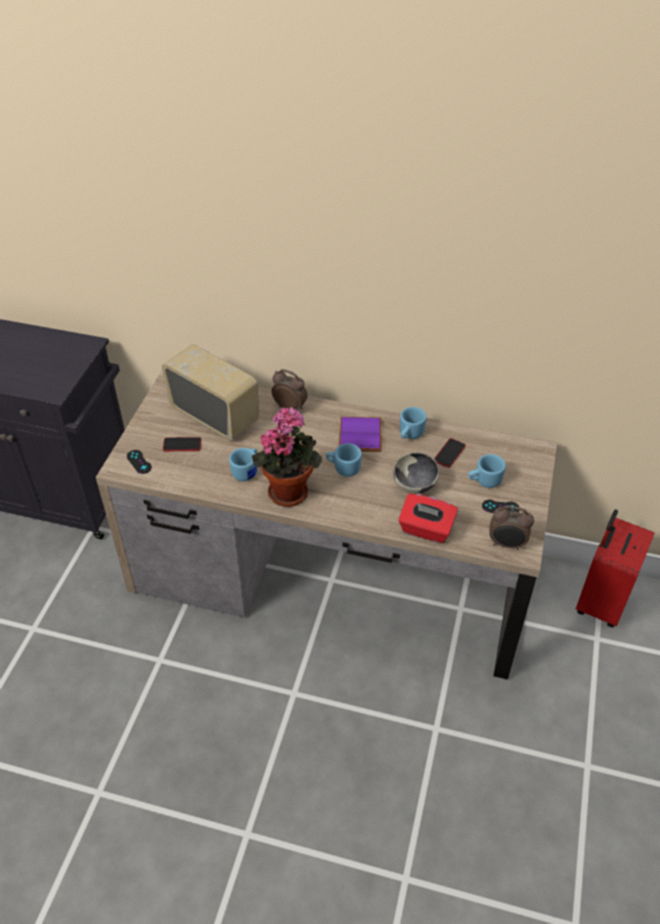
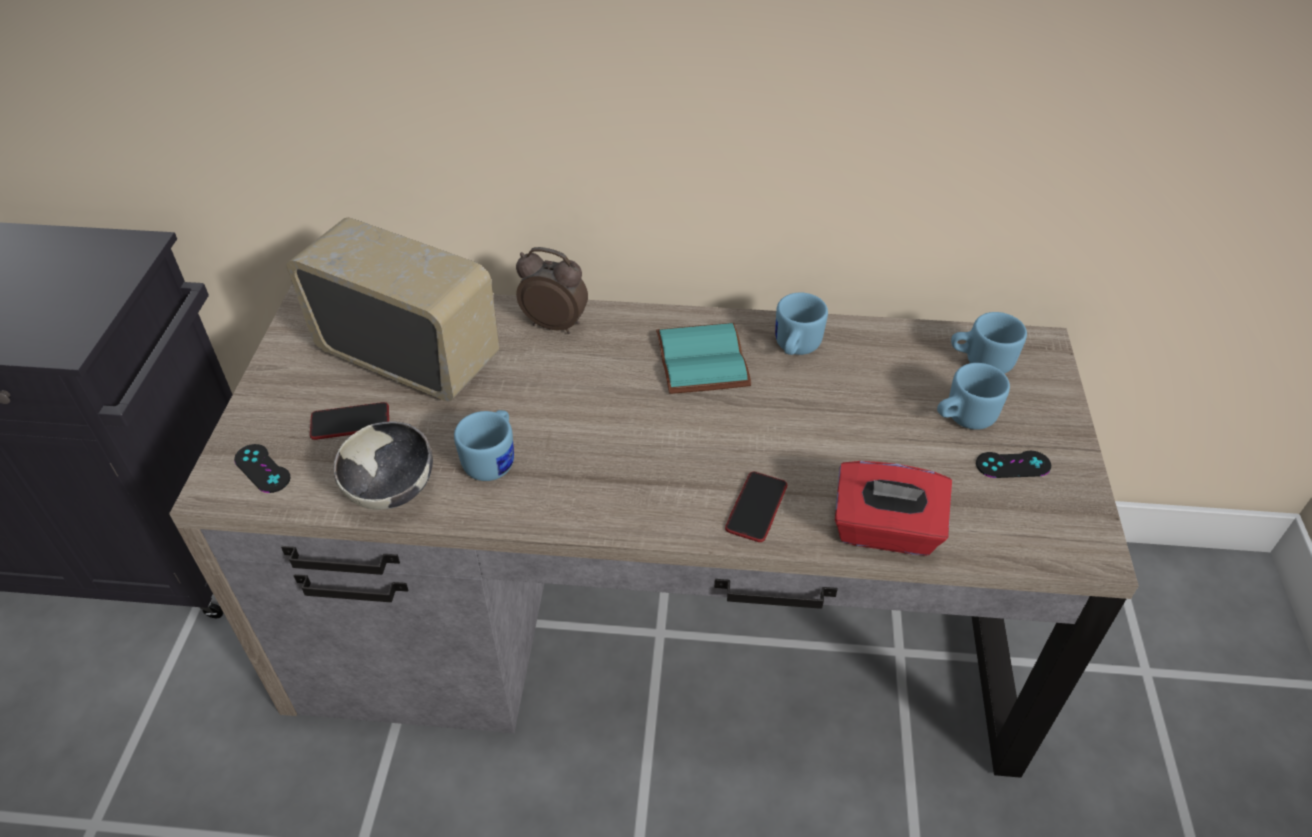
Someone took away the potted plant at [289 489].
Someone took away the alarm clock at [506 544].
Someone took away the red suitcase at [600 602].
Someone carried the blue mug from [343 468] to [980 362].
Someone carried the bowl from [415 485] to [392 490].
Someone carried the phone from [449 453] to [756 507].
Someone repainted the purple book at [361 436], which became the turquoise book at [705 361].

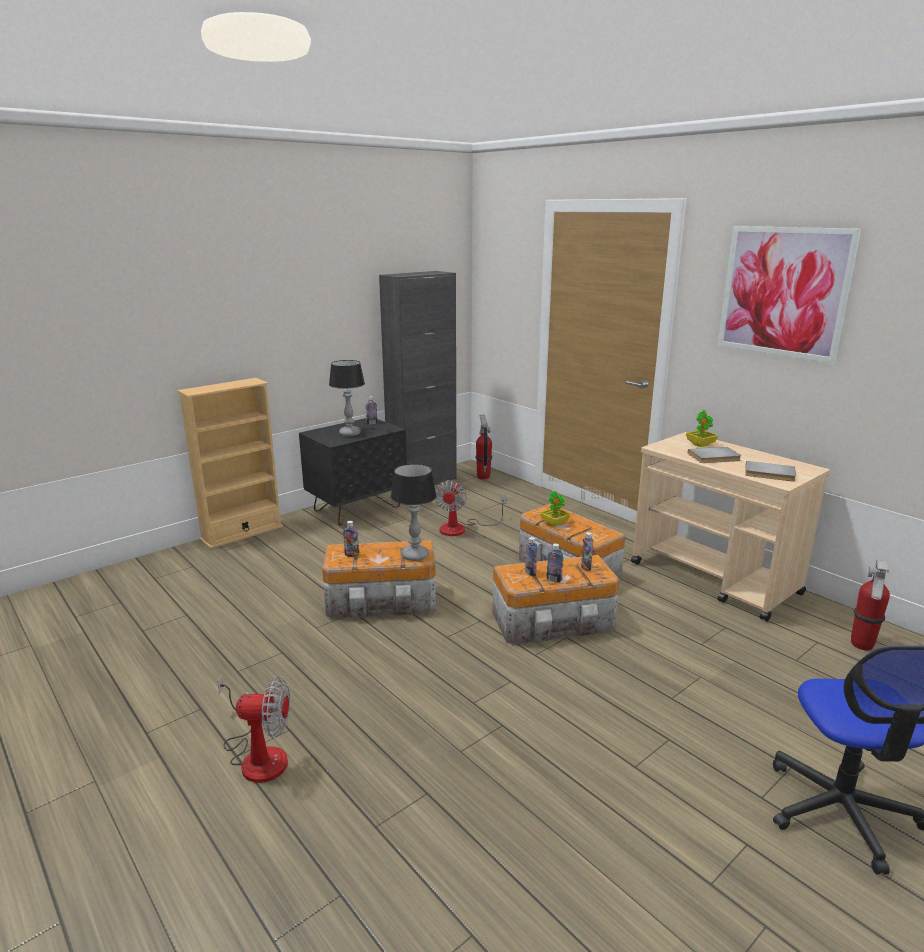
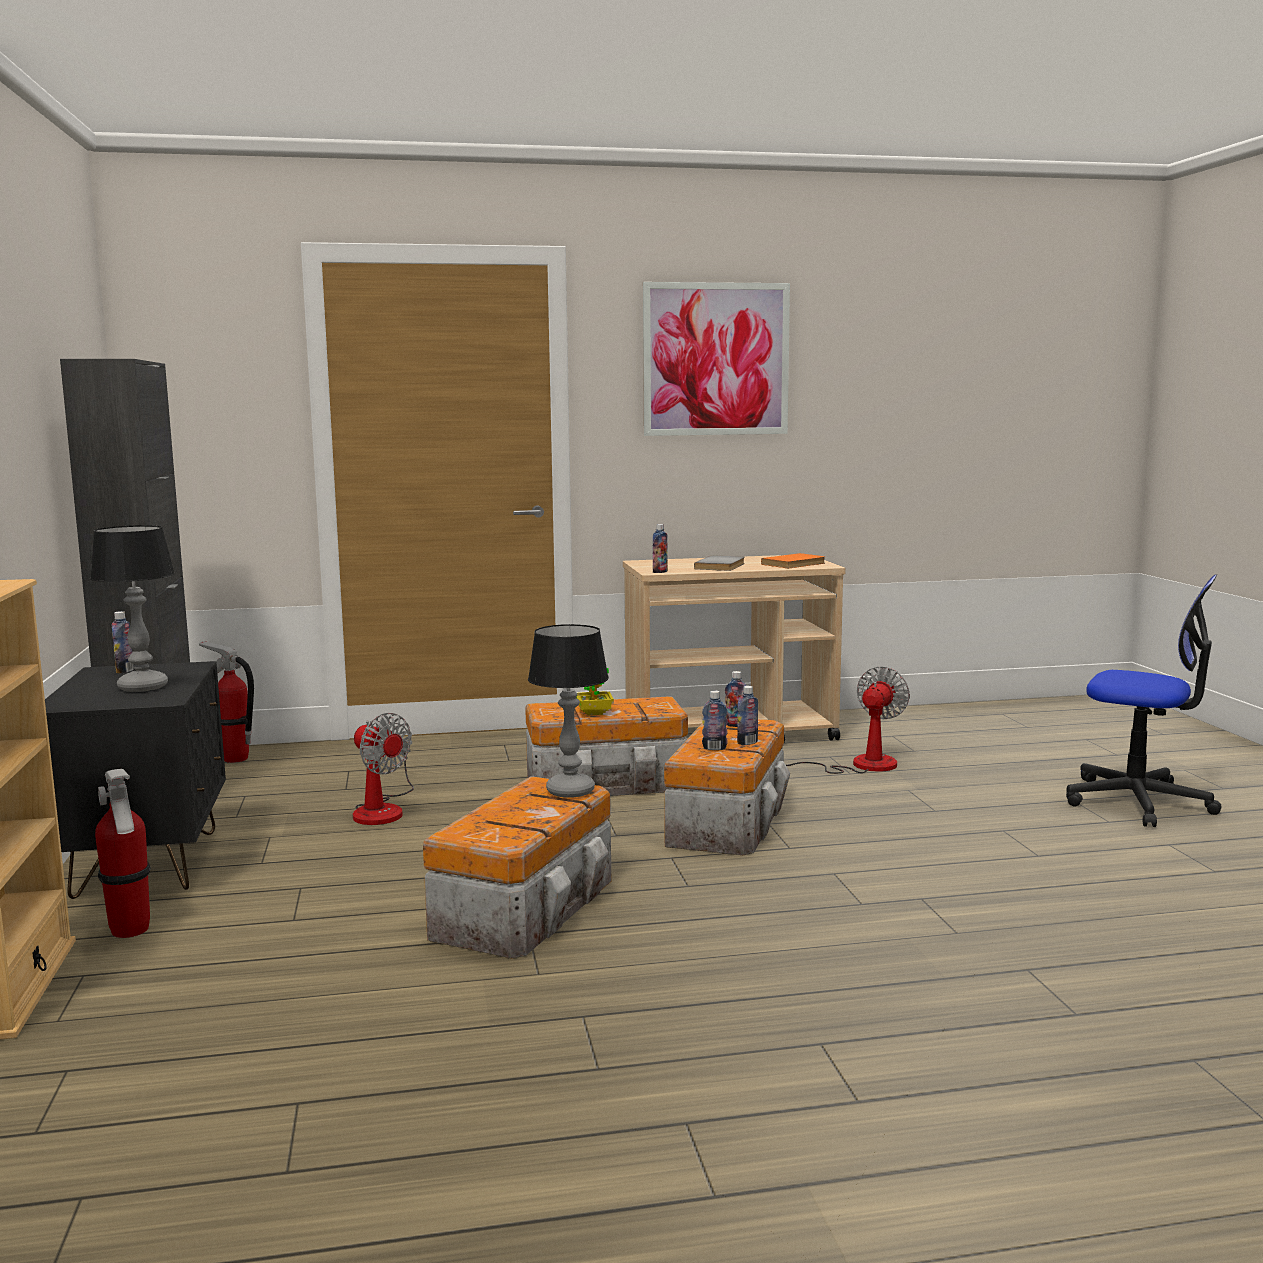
Someone took away the potted plant at [700 445].
Someone carried the fan from [258 755] to [858 765].
Someone carried the bottle from [352 555] to [660 572].
Someone carried the fire extinguisher from [861 645] to [130 931].
Someone repainted the grey book at [769 474], which became the orange book at [795 564].

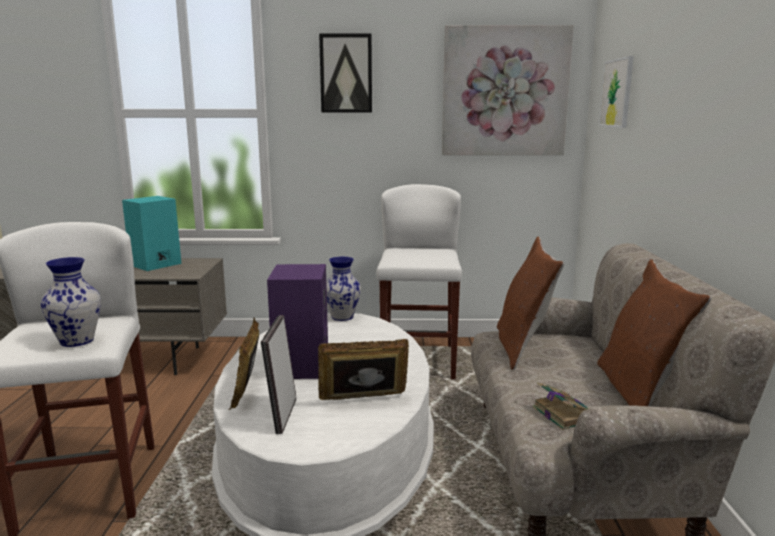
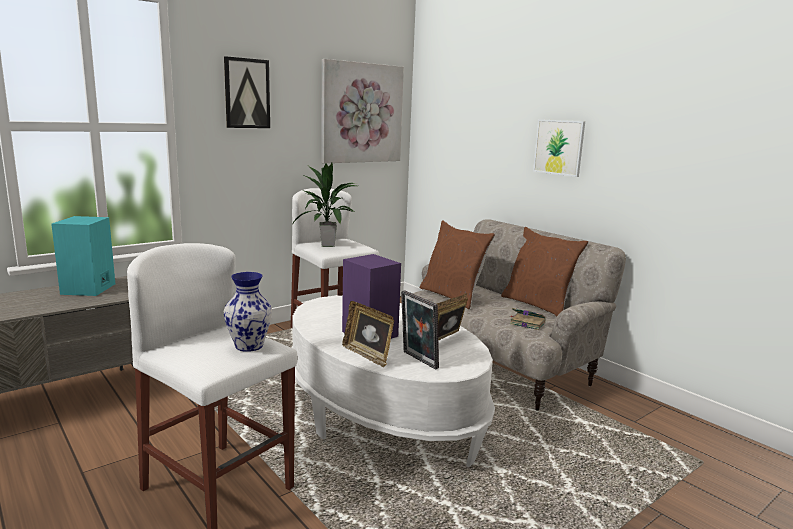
Someone took away the vase at [342 317].
Someone put down the potted plant at [328 245].
Someone carried the picture from [617 93] to [559 147].

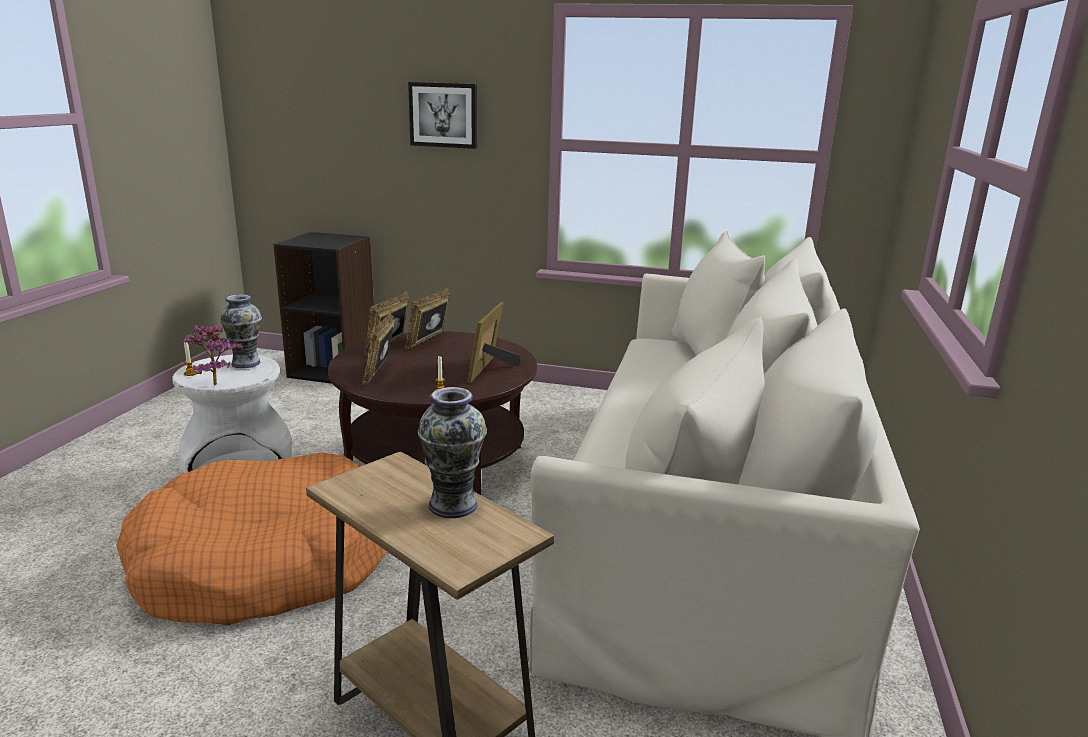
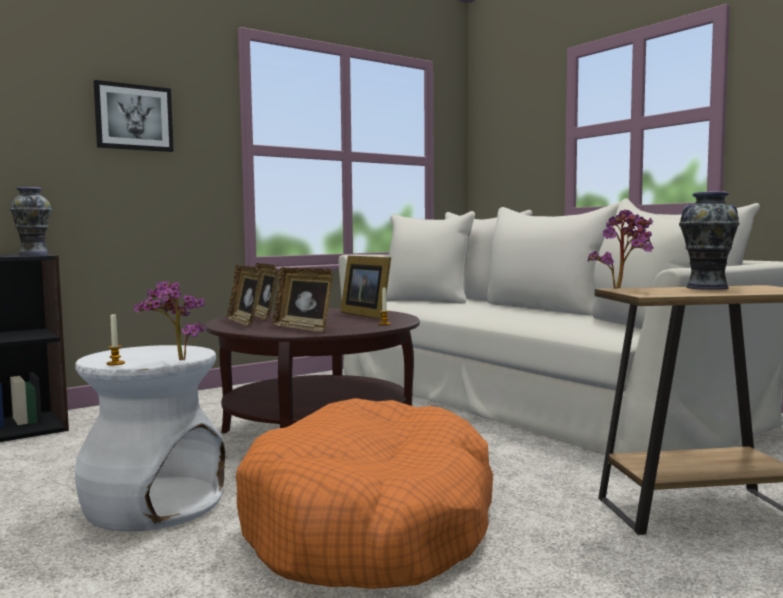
Someone put down the potted plant at [622 288].
Someone carried the vase from [245 363] to [33 254].

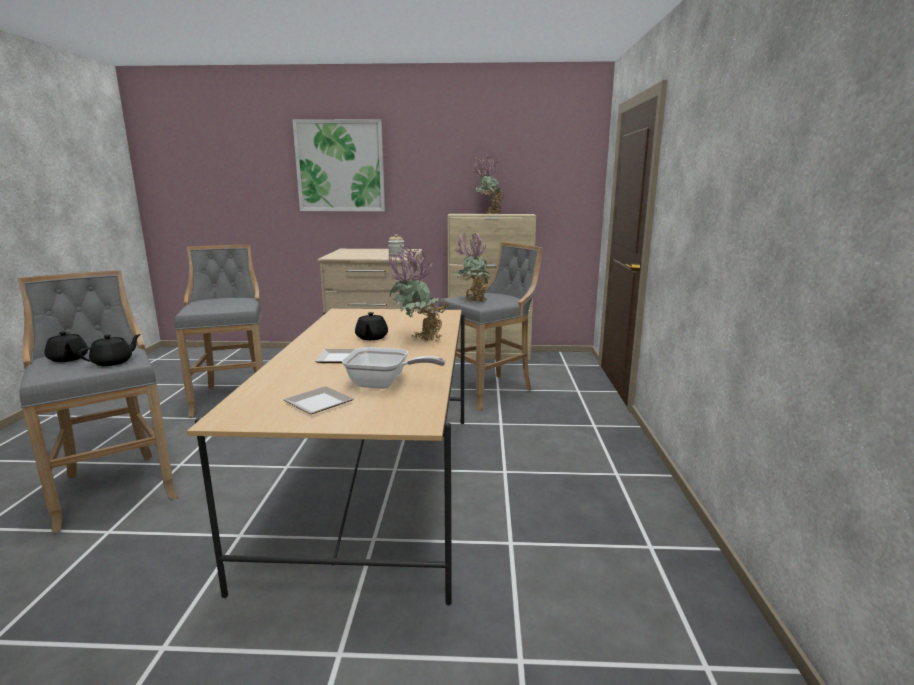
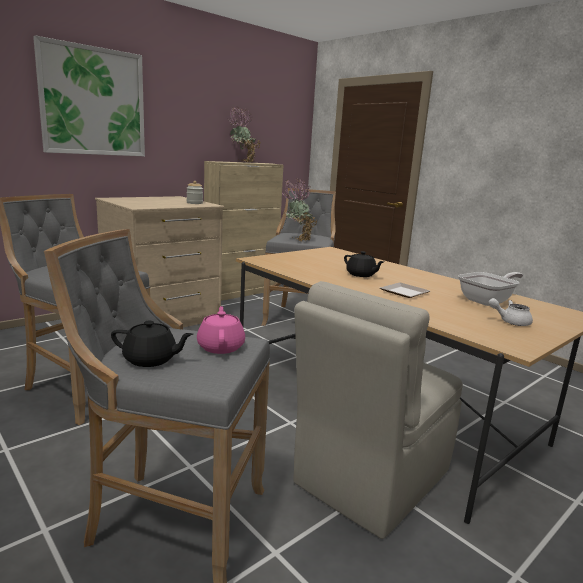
Someone took away the potted plant at [418 341].
Someone put down the beige chair at [369 478].
Someone swapped the plate at [316 403] for the white teapot at [510 321].
Someone repainted the black teapot at [113 362], which became the pink teapot at [221 346].

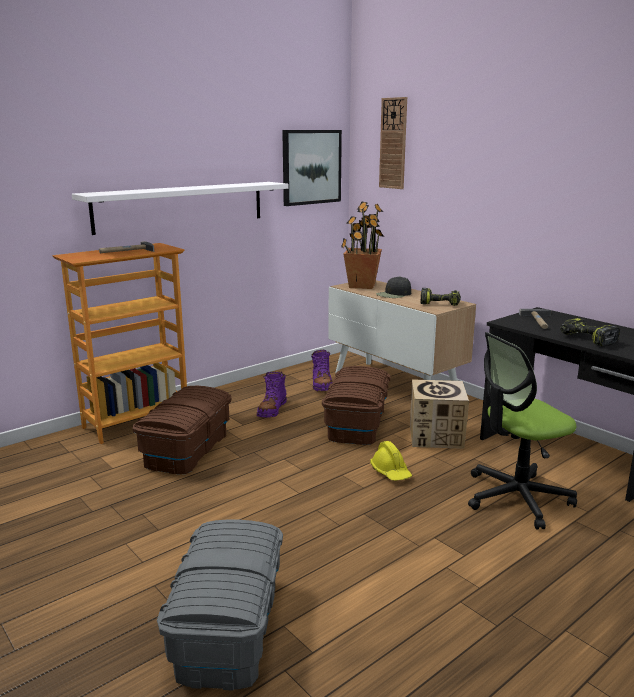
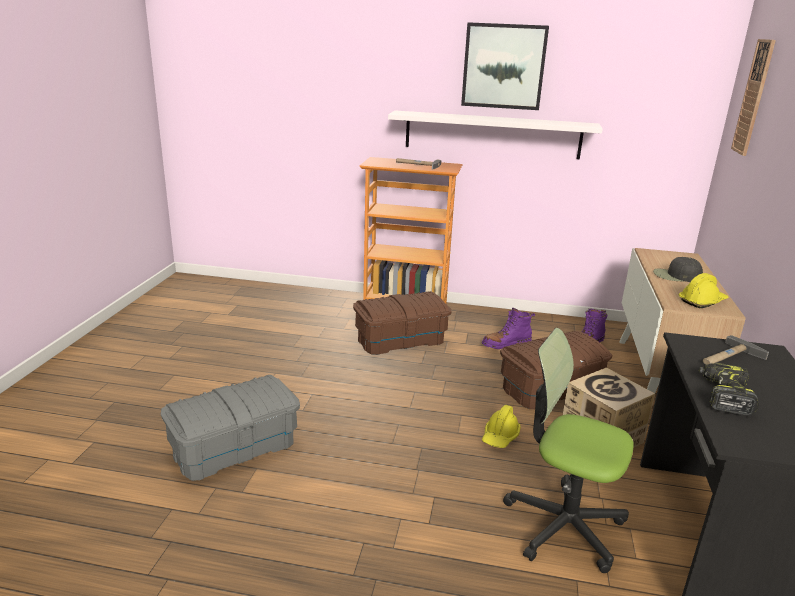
Someone took away the potted plant at [362 285].
Someone carried the picture from [311 167] to [503 66].
Someone swapped the power drill at [440 303] for the yellow hard hat at [702 301].

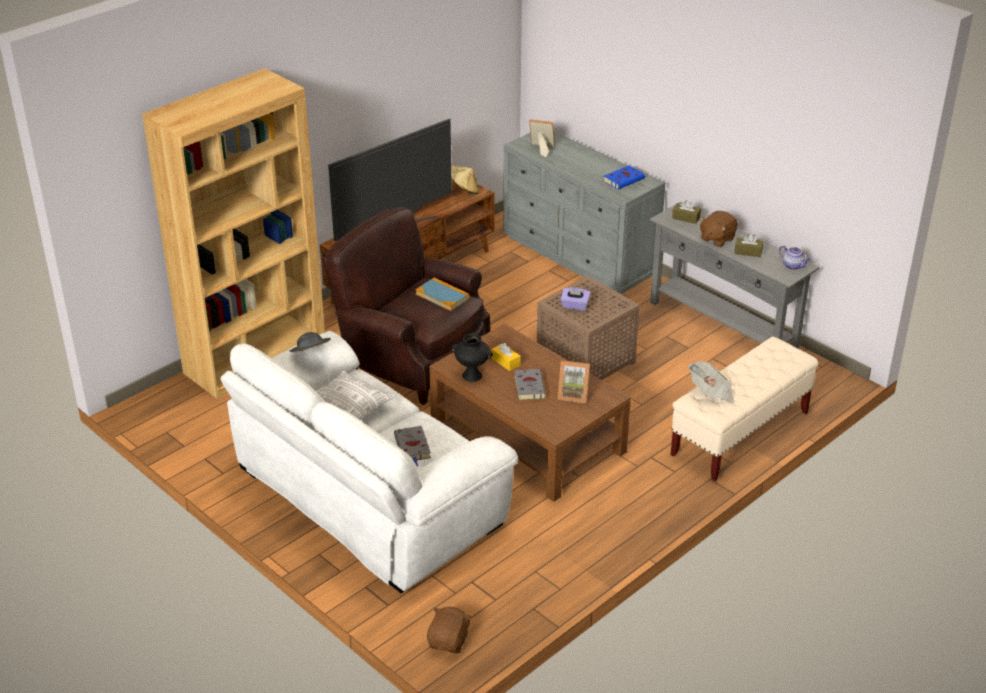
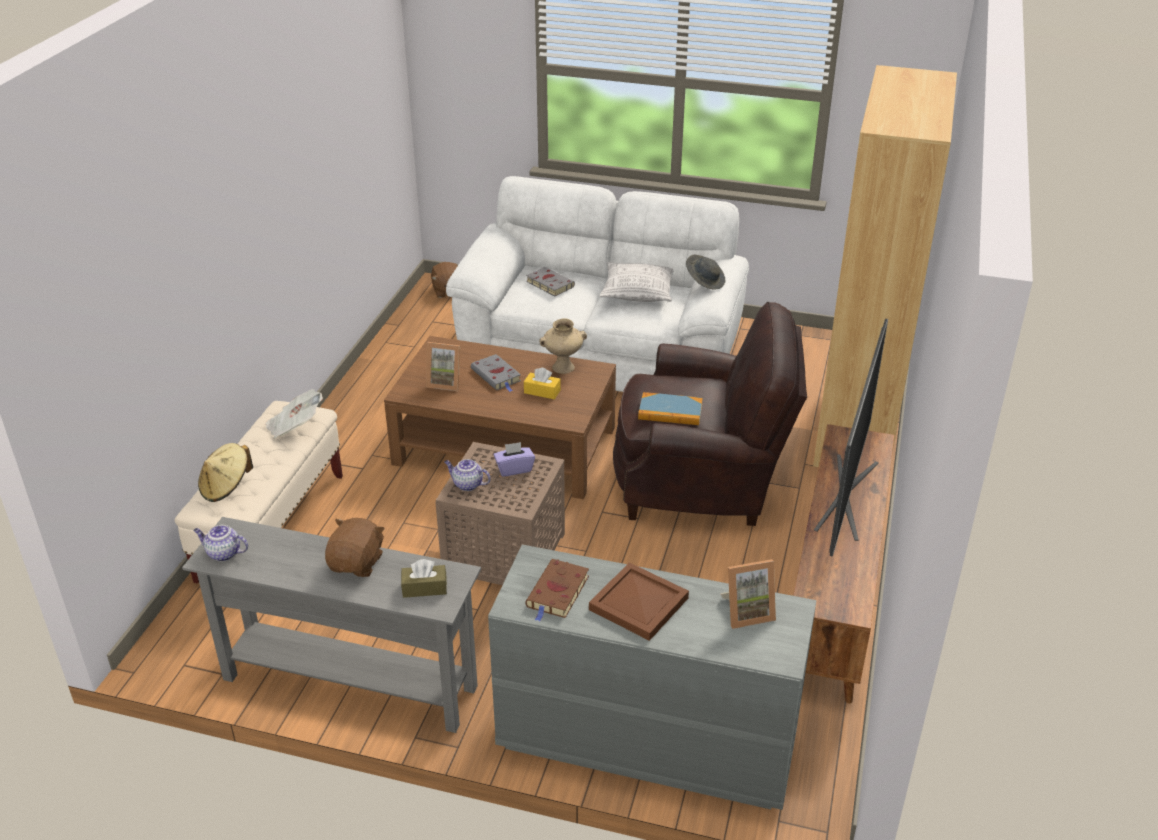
Someone took away the brown tissue box at [748 252].
Someone put down the teapot at [467 484].
Someone put down the brown tray at [639 605].
Someone carried the beige hat from [462 191] to [226 487].
Someone repainted the black vase at [472 375], which became the beige vase at [563 368].
Someone repainted the blue book at [624 179], which became the brown book at [557 593].
Someone rotated the picture frame at [573 394] by 150 degrees counterclockwise.

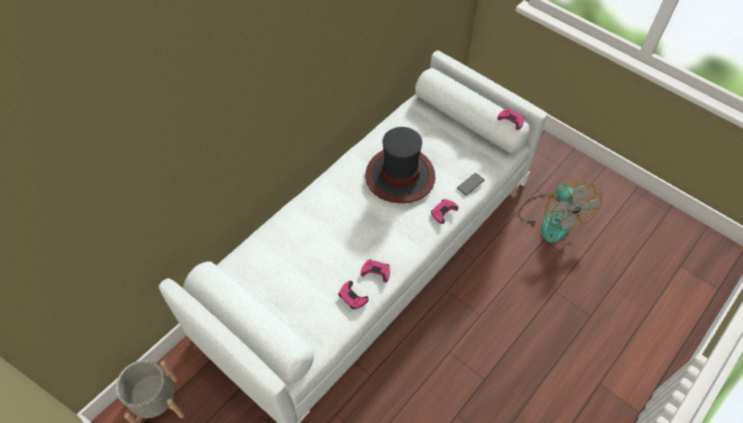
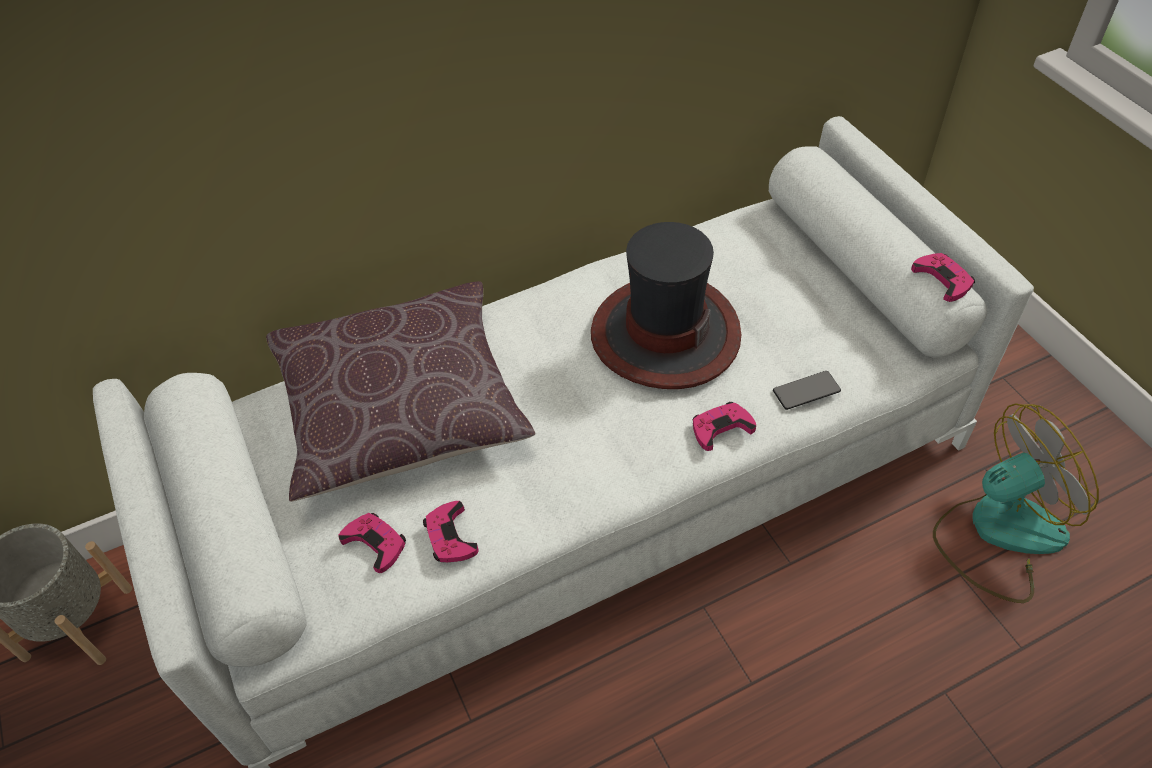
Someone put down the brown pillow at [401 408].
Someone carried the pink game controller from [376 271] to [375 543].
Someone rotated the fan at [552 217] by 120 degrees counterclockwise.

